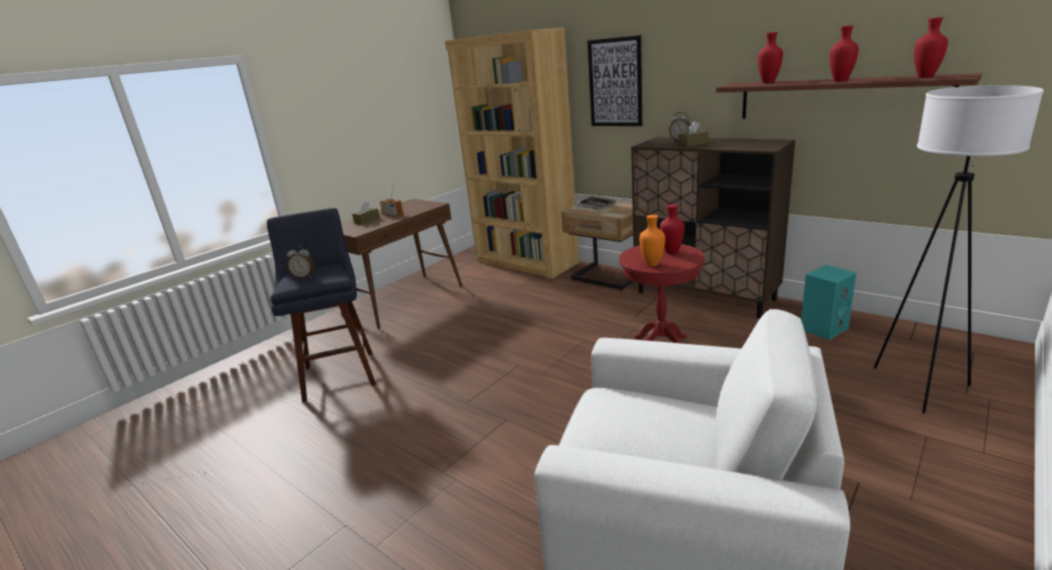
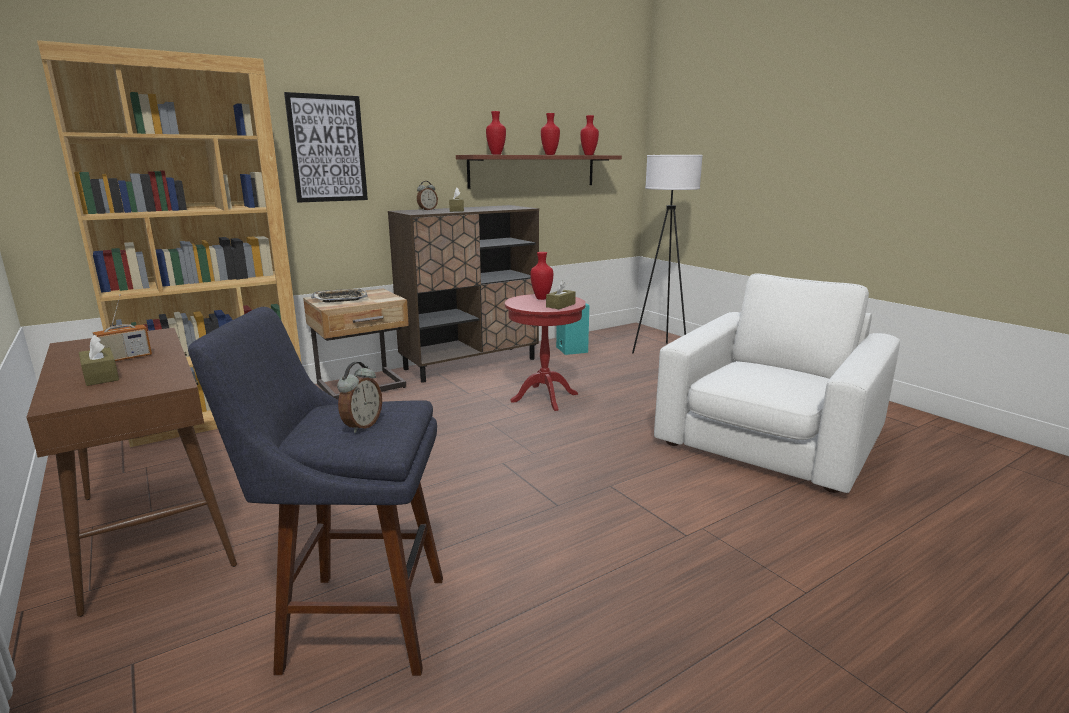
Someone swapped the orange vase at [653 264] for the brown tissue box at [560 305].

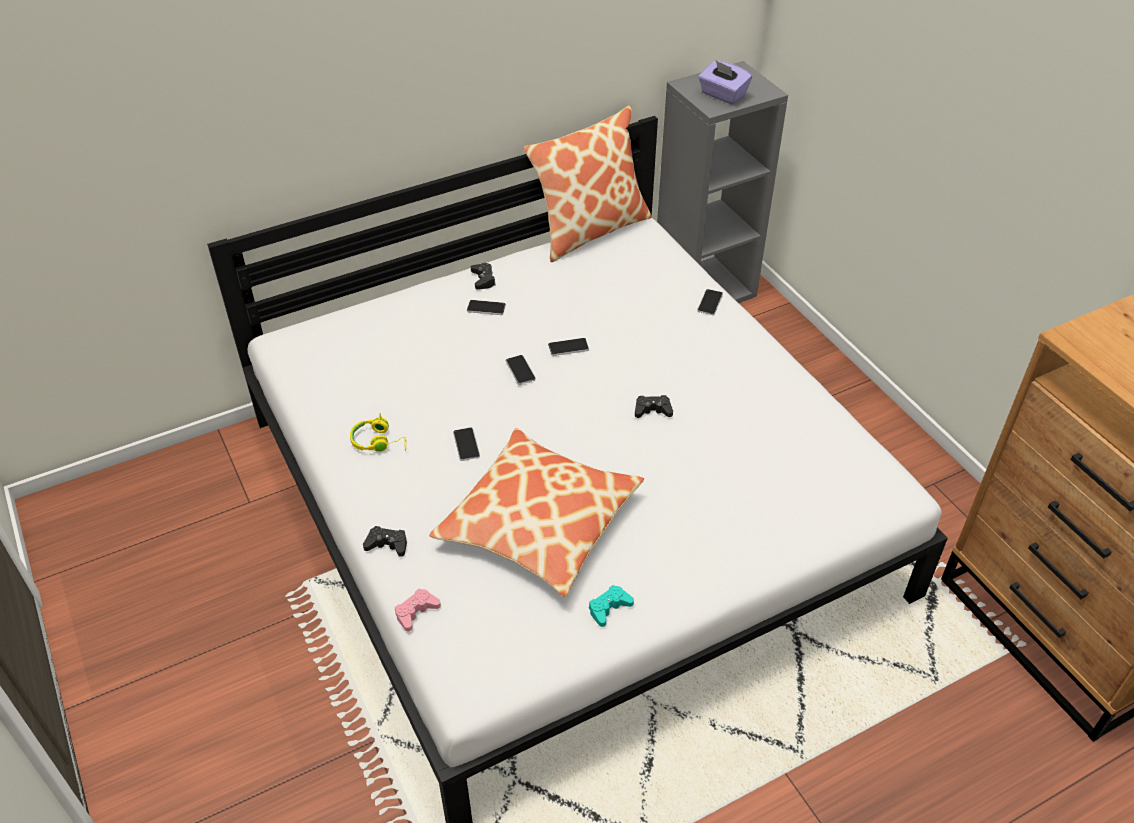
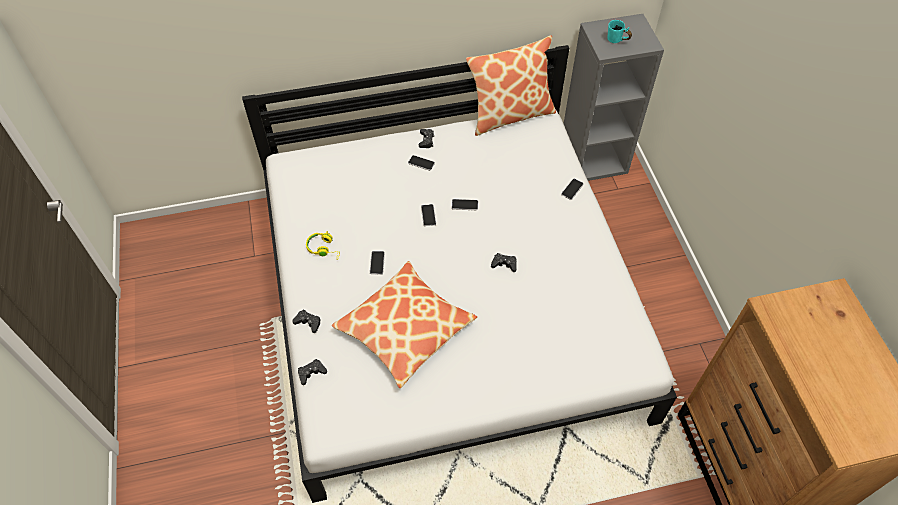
Someone took away the turquoise game controller at [609 608].
Someone swapped the purple tissue box at [722 95] for the turquoise mug at [616 42].
Someone repainted the pink game controller at [416 612], which became the black game controller at [311 373].

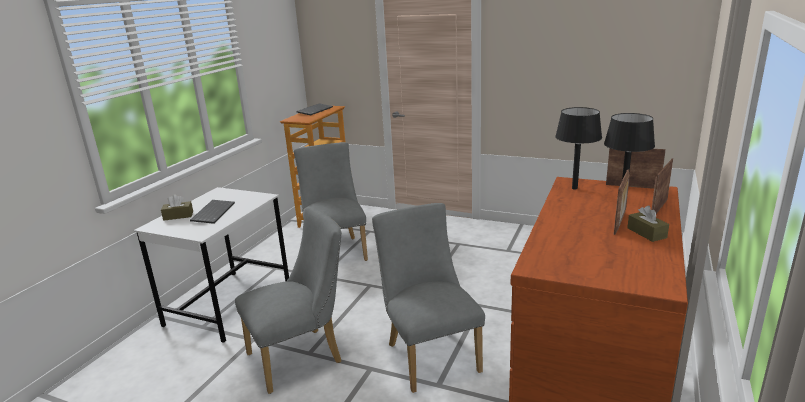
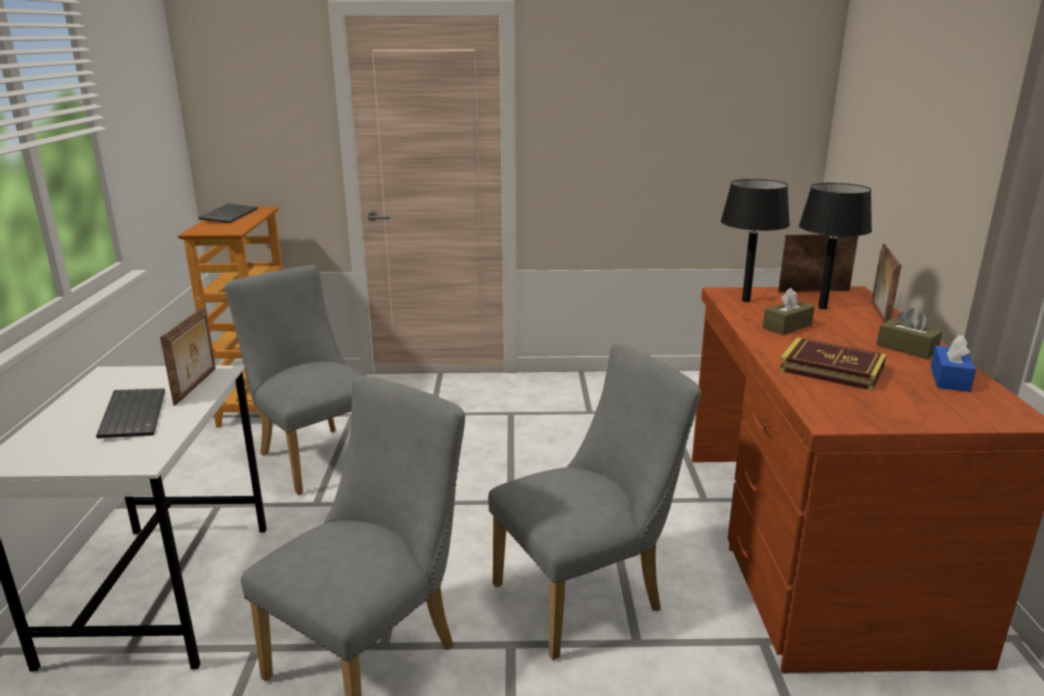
Someone put down the book at [831 369].
Someone put down the blue tissue box at [949 379].
Someone carried the brown tissue box from [178 216] to [787 326].
Someone carried the picture frame from [620 223] to [197 386].
Someone rotated the grey chair at [429 354] by 105 degrees clockwise.

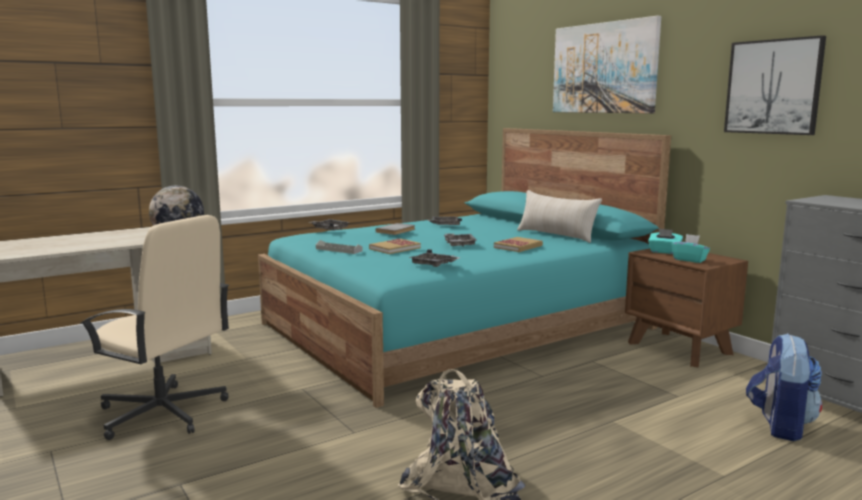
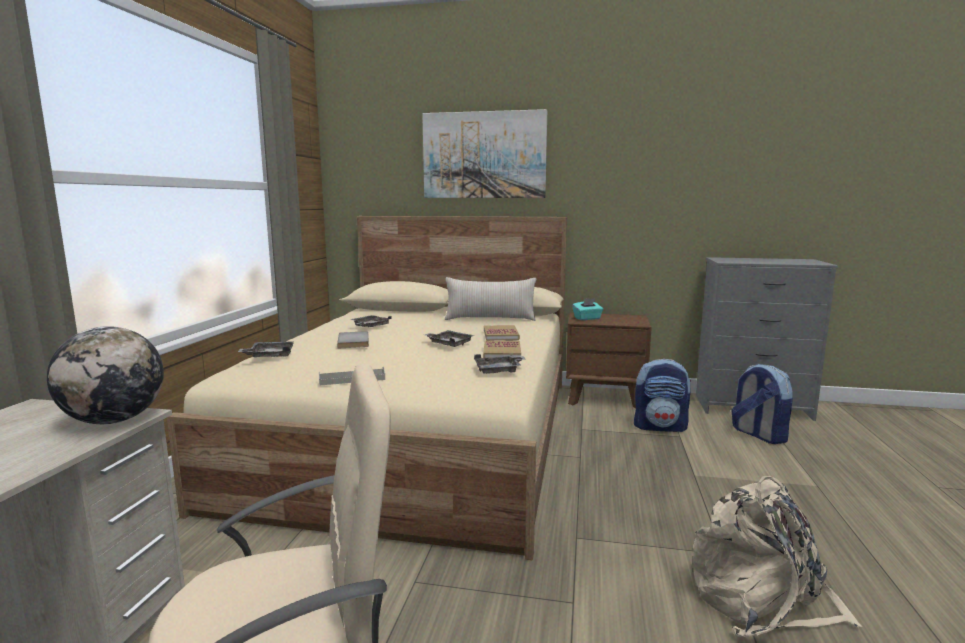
Someone took away the turquoise tissue box at [689 260].
Someone took away the picture at [773 87].
Someone put down the backpack at [660 426].
Someone carried the book from [395 248] to [502 352].
Someone repainted the turquoise bed at [458 326], which became the beige bed at [422 434].

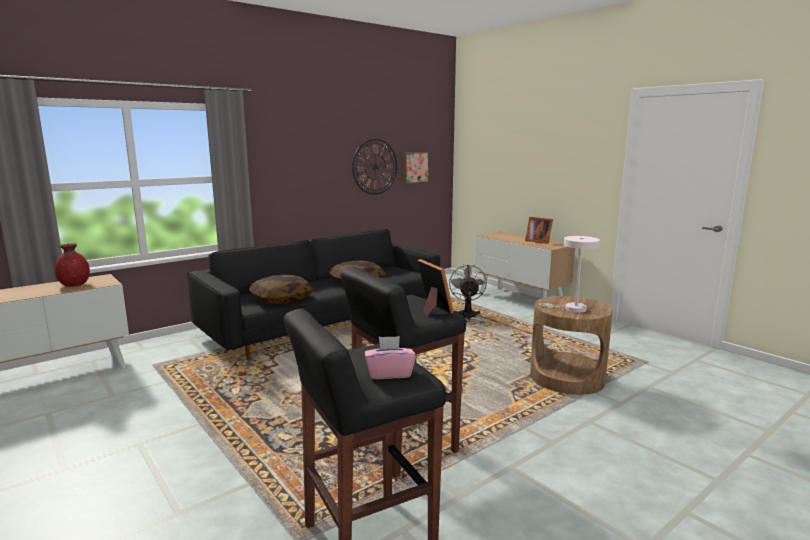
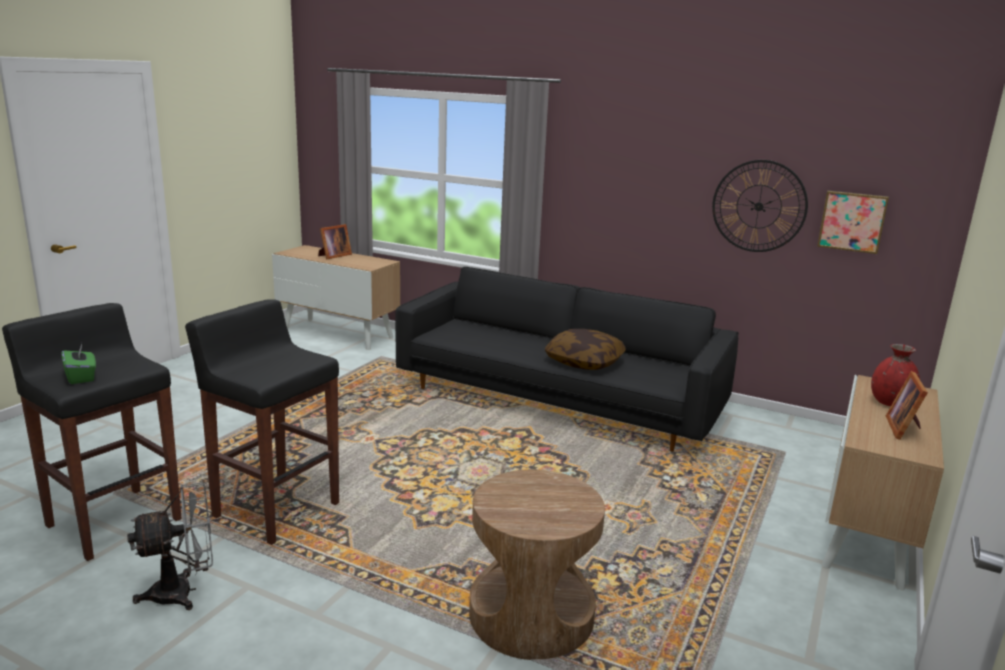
Someone took away the pillow at [281 299].
Someone took away the white table lamp at [571 309].
Someone carried the red vase from [75 285] to [890 403].
Someone carried the picture frame from [432 309] to [333 256].
Someone carried the grey fan from [467 314] to [183 592].
Someone repainted the pink tissue box at [389 373], which became the green tissue box at [81 377].

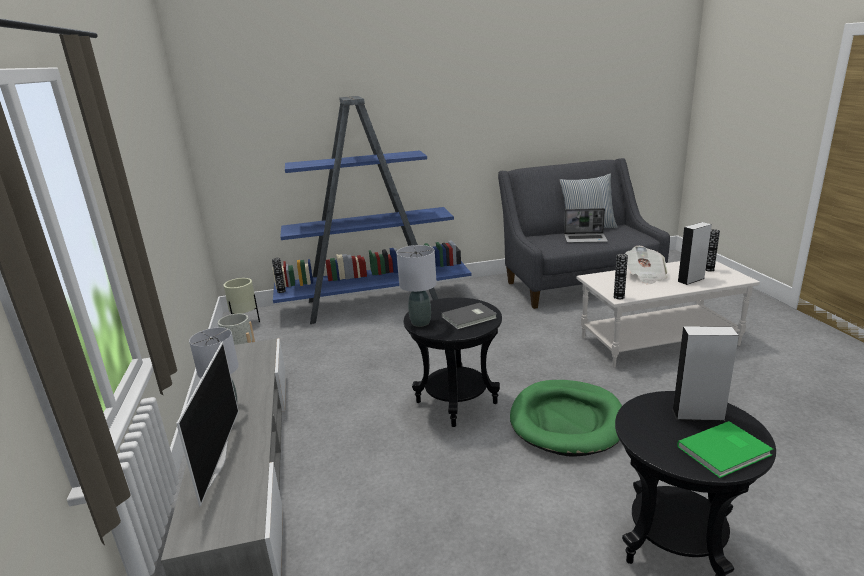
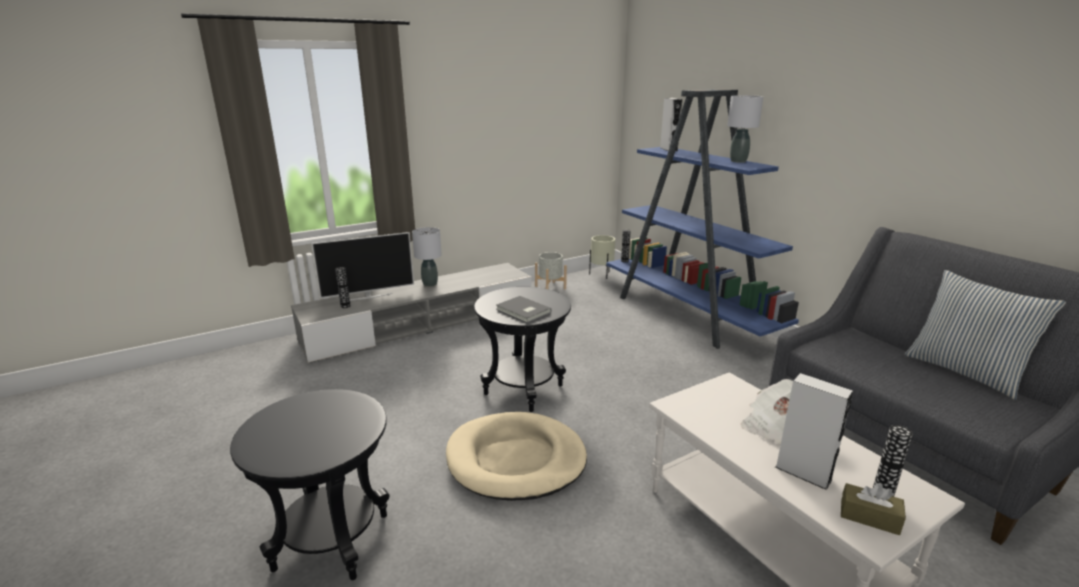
Someone took away the laptop at [585 239].
Someone took away the green book at [726 451].
Someone put down the brown tissue box at [869 517].
Someone carried the grey table lamp from [420 322] to [738 161].
Someone carried the vase from [619 297] to [345 306].
Someone carried the grey speaker from [698 415] to [668 149].
Someone repainted the green dog bed at [567 421], which became the beige dog bed at [516 460].

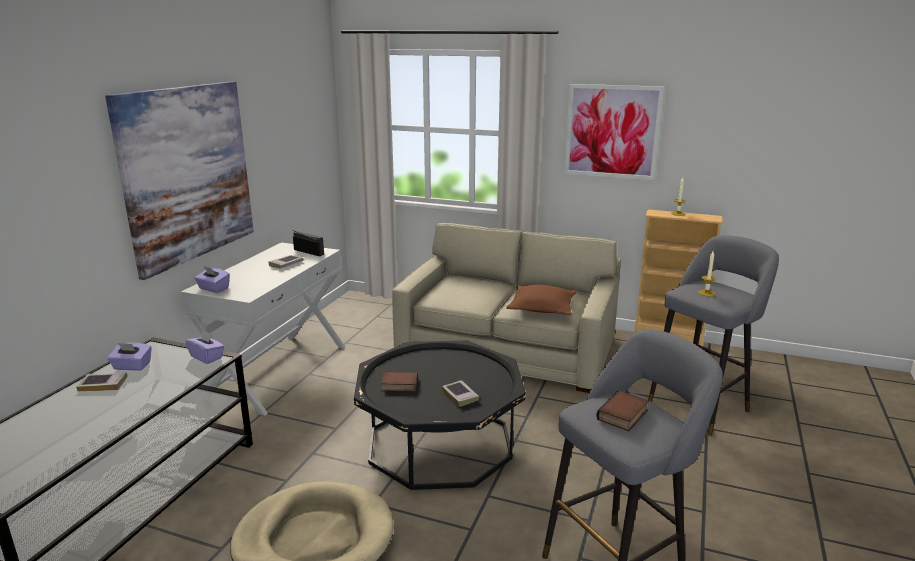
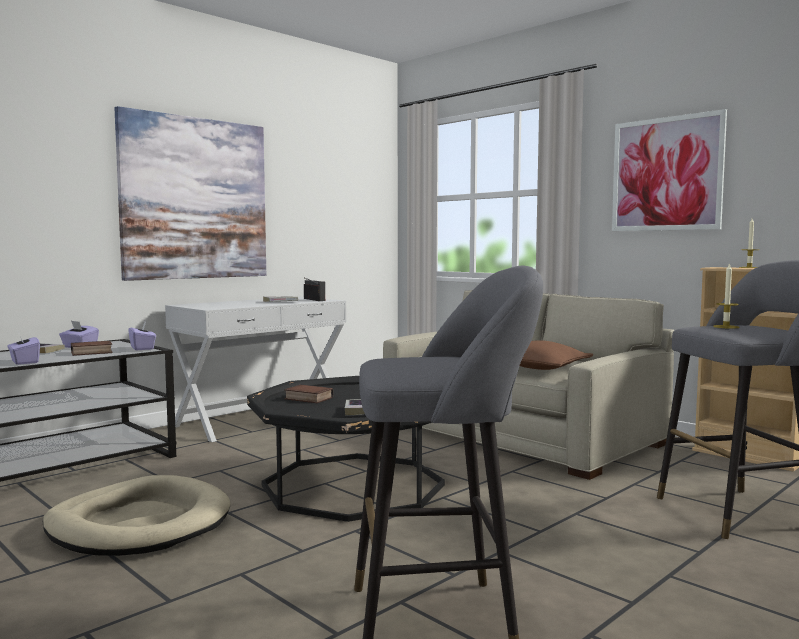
Someone carried the purple tissue box from [213 289] to [24 362].
Someone carried the book from [623 416] to [91 352].

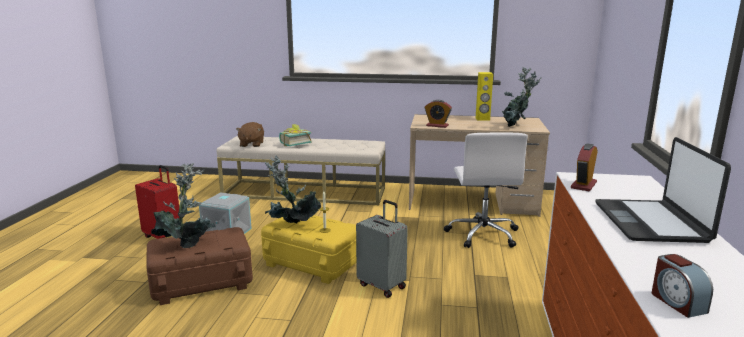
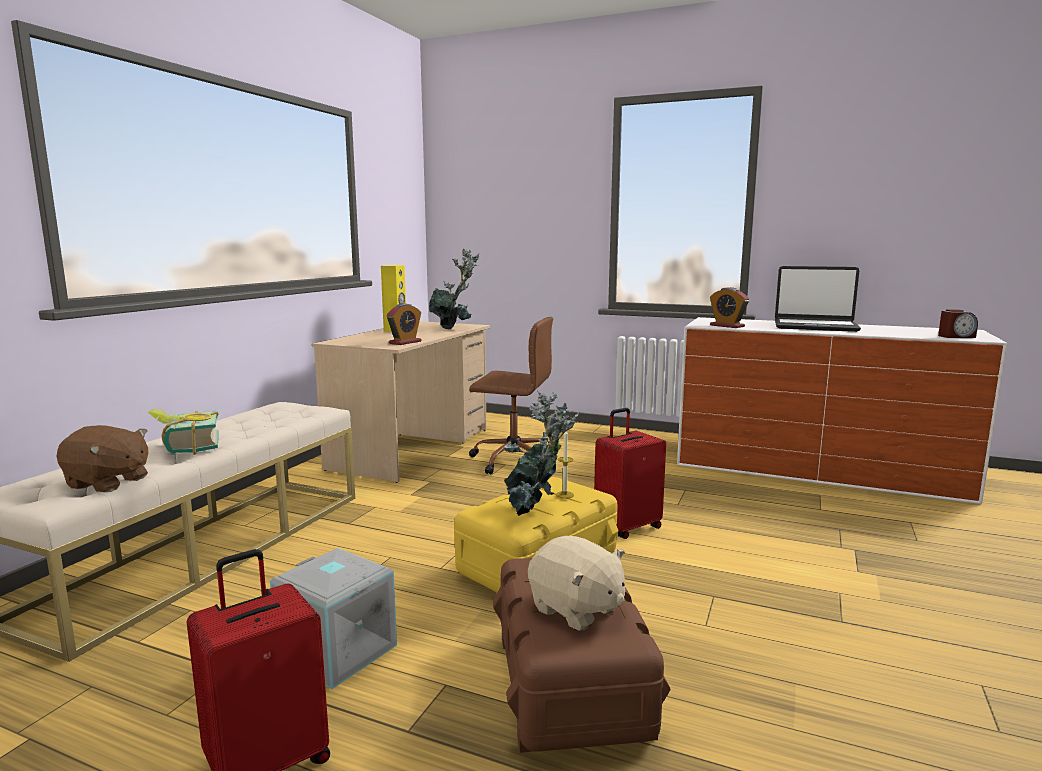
Someone swapped the potted plant at [187 243] for the beige plush toy at [576 609].
Someone repainted the grey suitcase at [382 285], which became the red suitcase at [627 527].
Someone repainted the white office chair at [483 234], which became the brown office chair at [512 459].

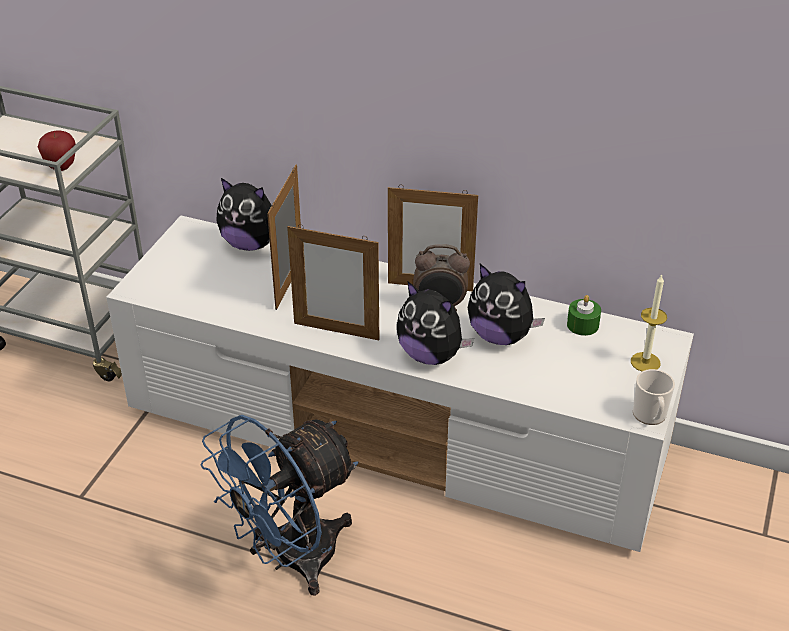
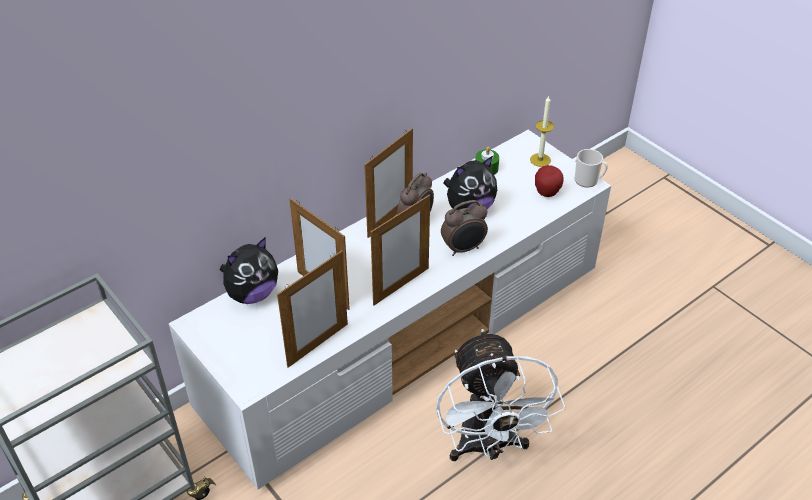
Someone put down the picture frame at [317 345].
Someone carried the apple from [61 167] to [547 193].
Someone swapped the plush toy at [431 355] for the alarm clock at [464 249].
Someone repainted the blue fan at [291 559], which became the white fan at [487 447].

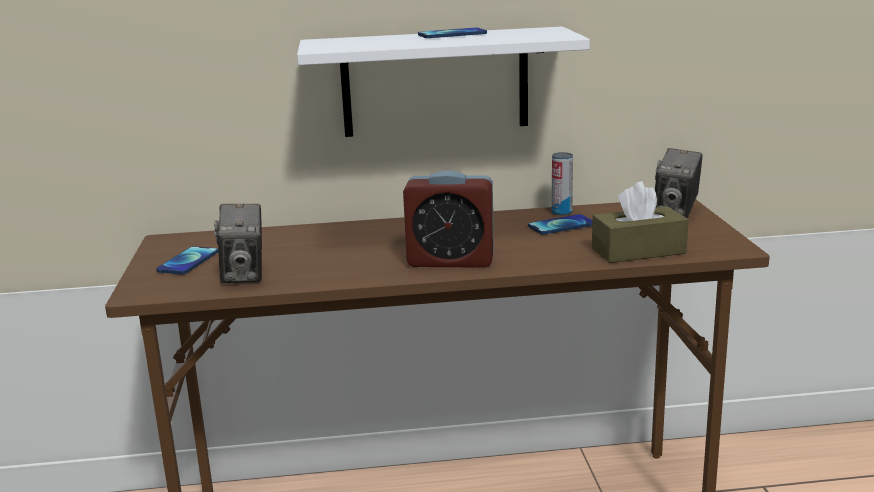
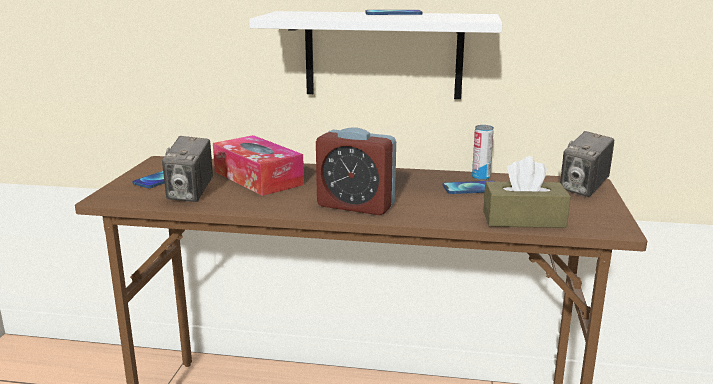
Someone put down the tissue box at [258 178].

